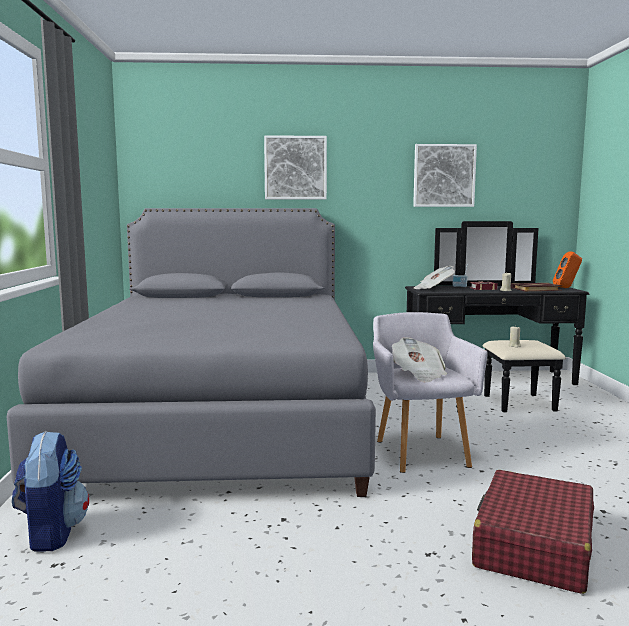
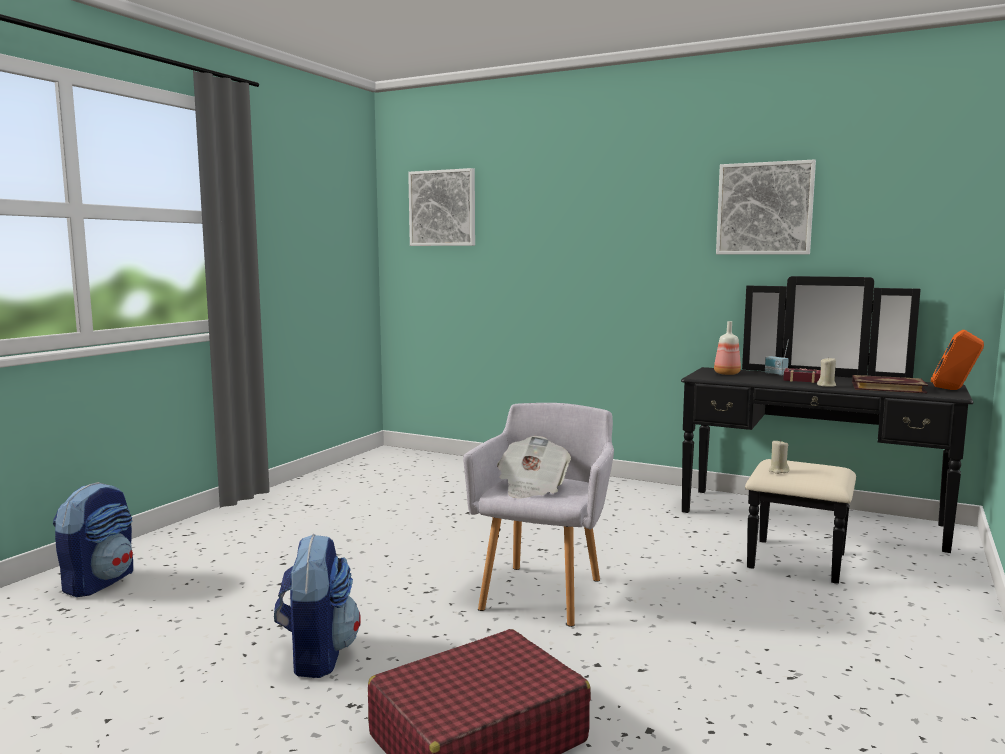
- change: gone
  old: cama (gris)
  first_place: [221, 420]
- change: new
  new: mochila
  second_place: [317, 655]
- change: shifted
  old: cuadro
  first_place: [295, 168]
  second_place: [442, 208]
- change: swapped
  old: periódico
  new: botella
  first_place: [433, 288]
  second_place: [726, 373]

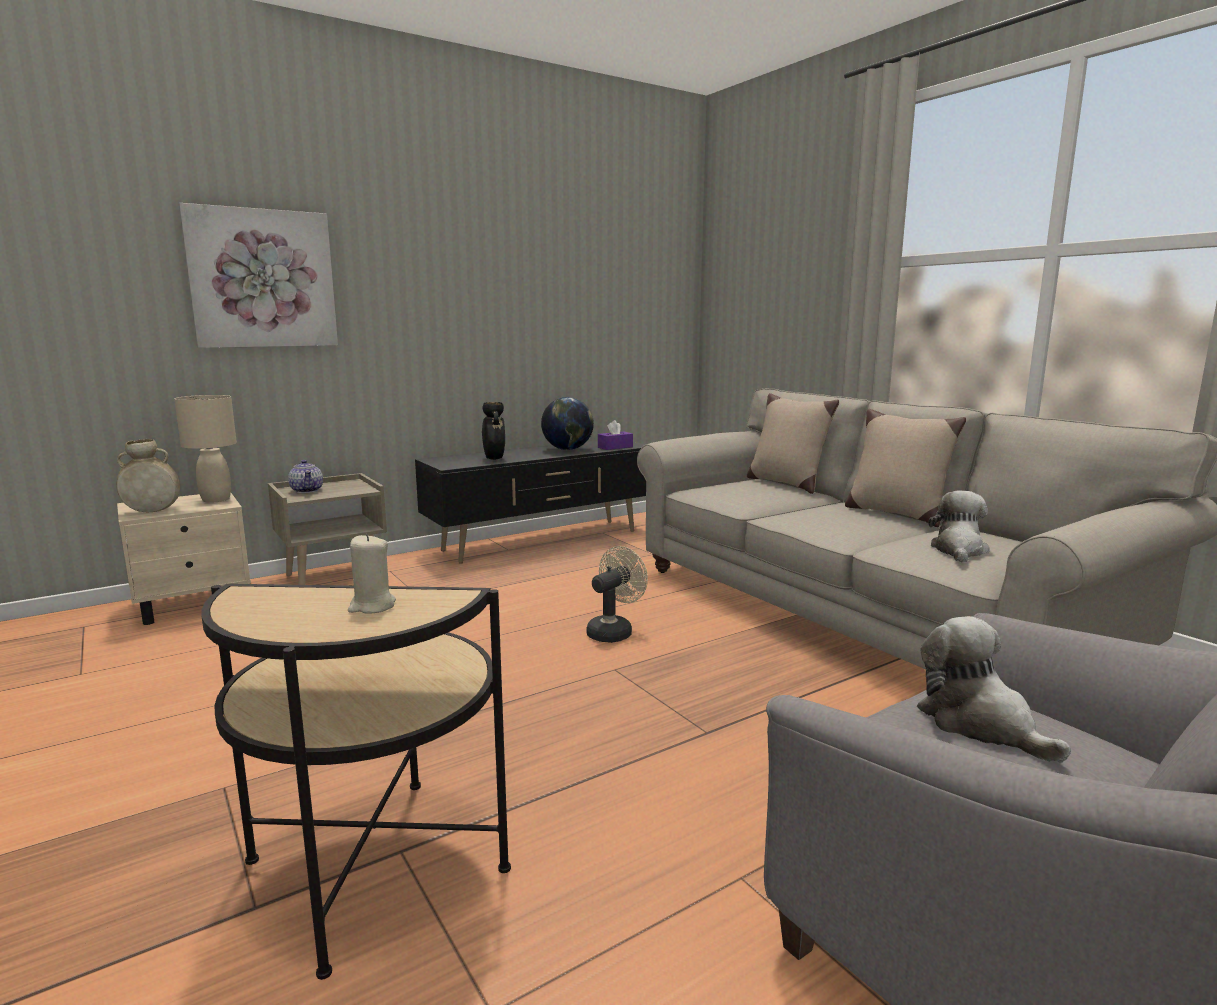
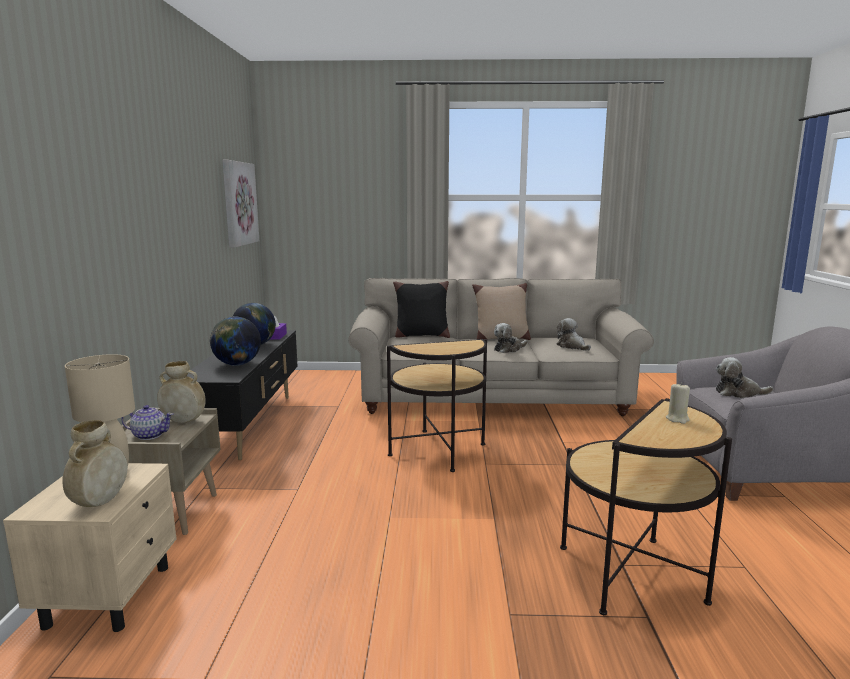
- change: new
  new: florero (beis)
  second_place: [184, 421]
- change: new
  new: peluche
  second_place: [508, 349]
- change: shifted
  old: cuadro
  first_place: [262, 279]
  second_place: [239, 203]
- change: swapped
  old: florero (negro)
  new: globo terráqueo
  first_place: [494, 459]
  second_place: [237, 364]
- change: swapped
  old: ventilador (beis)
  new: mesa auxiliar
  first_place: [614, 631]
  second_place: [437, 449]
- change: repainted
  old: cojín (beis)
  new: cojín (negro)
  first_place: [786, 483]
  second_place: [421, 335]

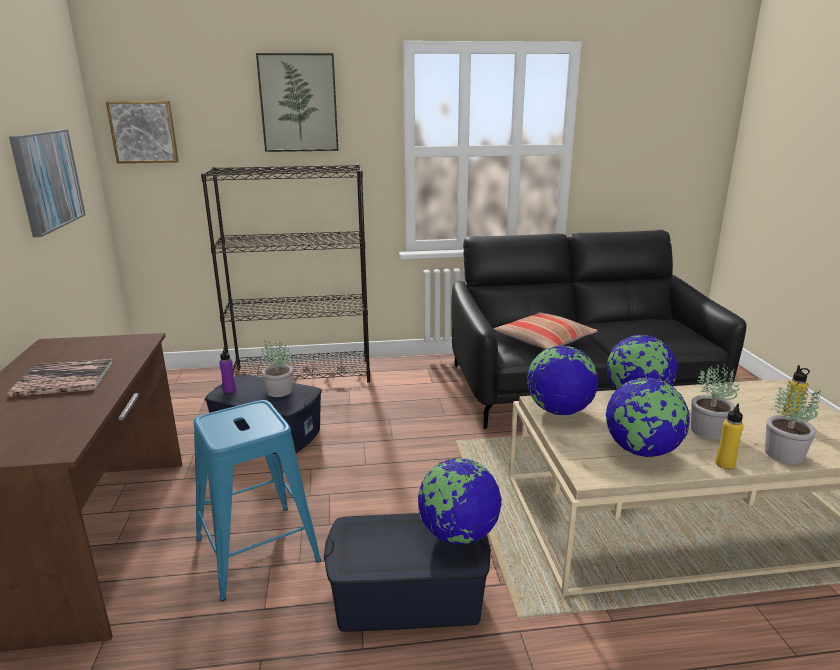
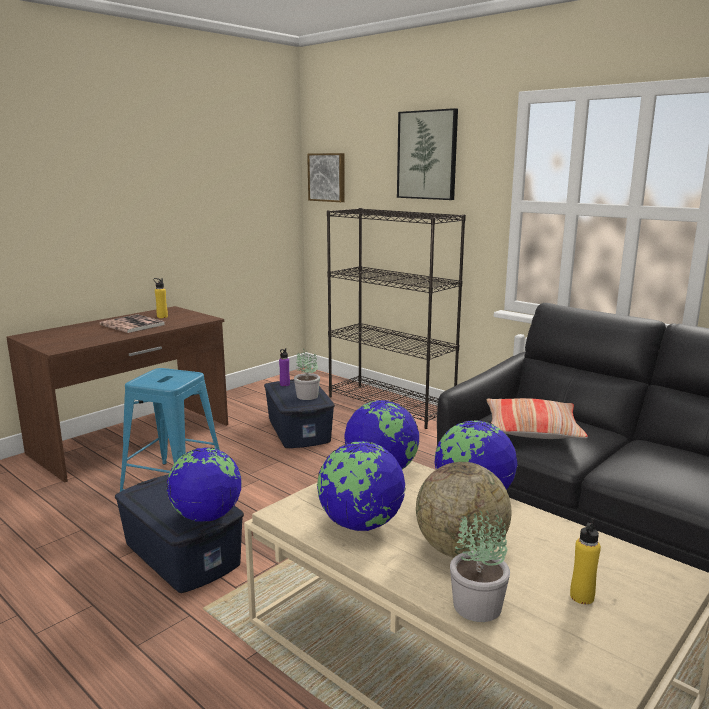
- change: gone
  old: cuadro
  first_place: [47, 180]
- change: shifted
  old: botella (amarillo)
  first_place: [725, 464]
  second_place: [162, 317]
- change: swapped
  old: planta en maceta
  new: globo terráqueo
  first_place: [709, 431]
  second_place: [461, 550]

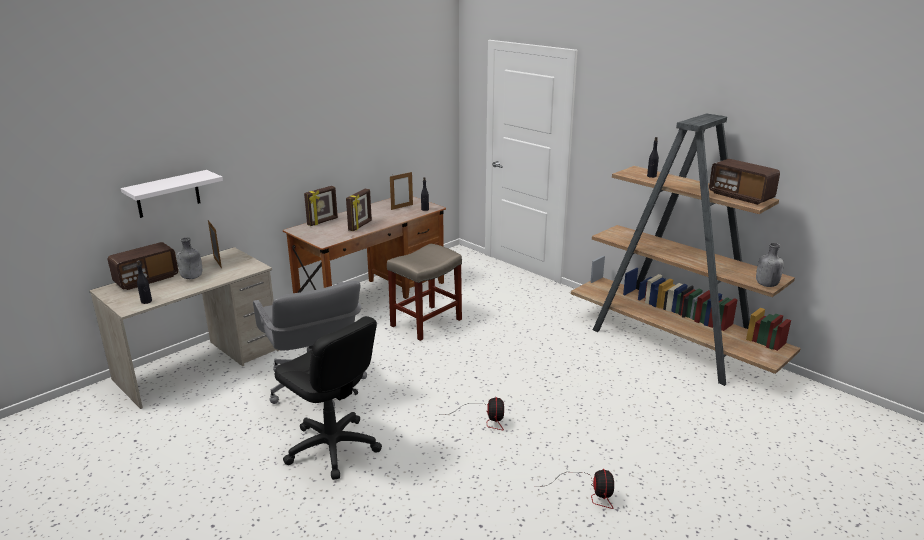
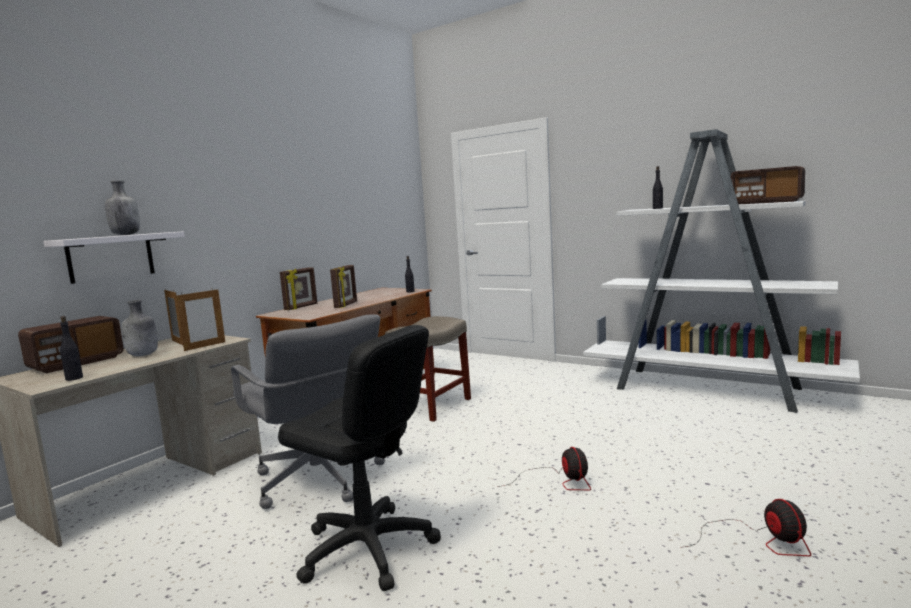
- change: shifted
  old: portarretratos
  first_place: [402, 207]
  second_place: [205, 346]
- change: shifted
  old: botella (gris)
  first_place: [766, 285]
  second_place: [125, 234]
- change: repainted
  old: estantería (marrón)
  new: estantería (blanco)
  first_place: [673, 345]
  second_place: [709, 389]

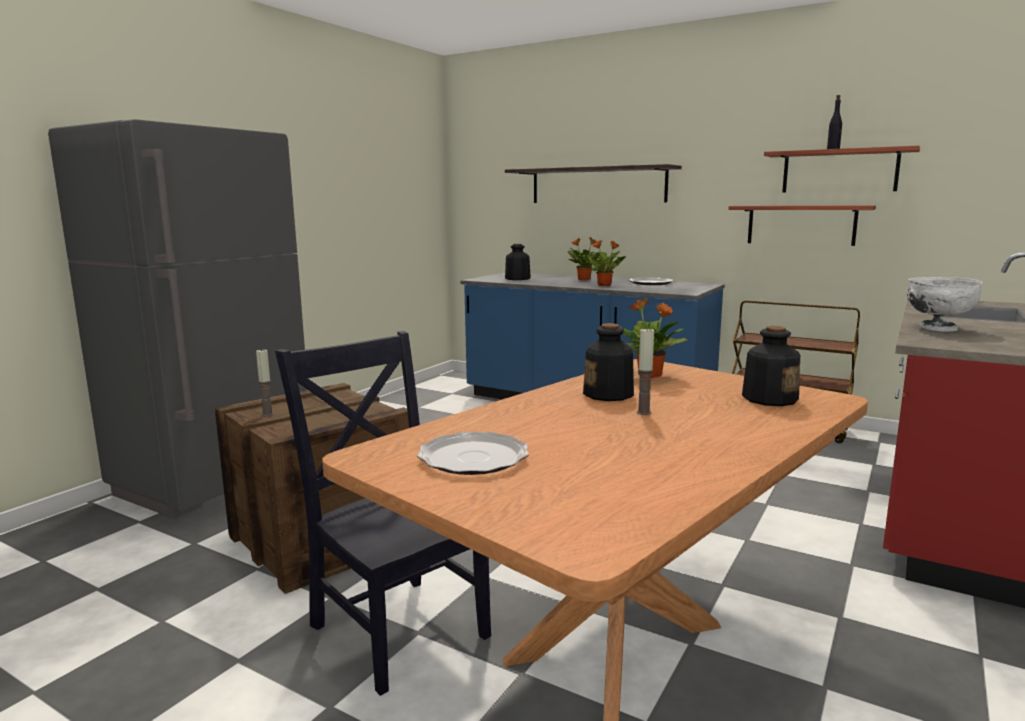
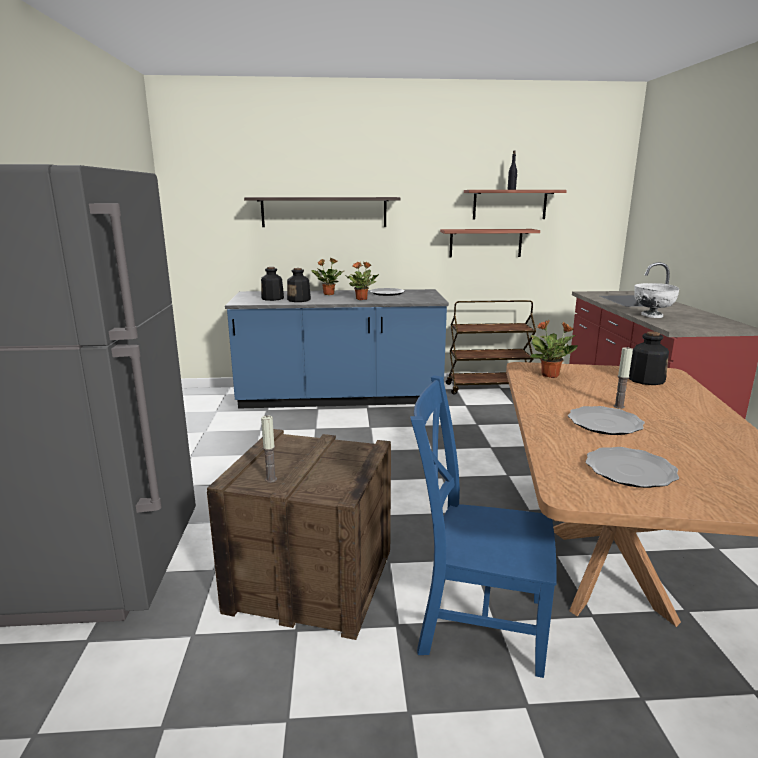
- change: new
  new: plato
  second_place: [604, 423]
- change: shifted
  old: botella
  first_place: [609, 394]
  second_place: [299, 300]
- change: repainted
  old: silla (negro)
  new: silla (azul)
  first_place: [396, 626]
  second_place: [476, 623]

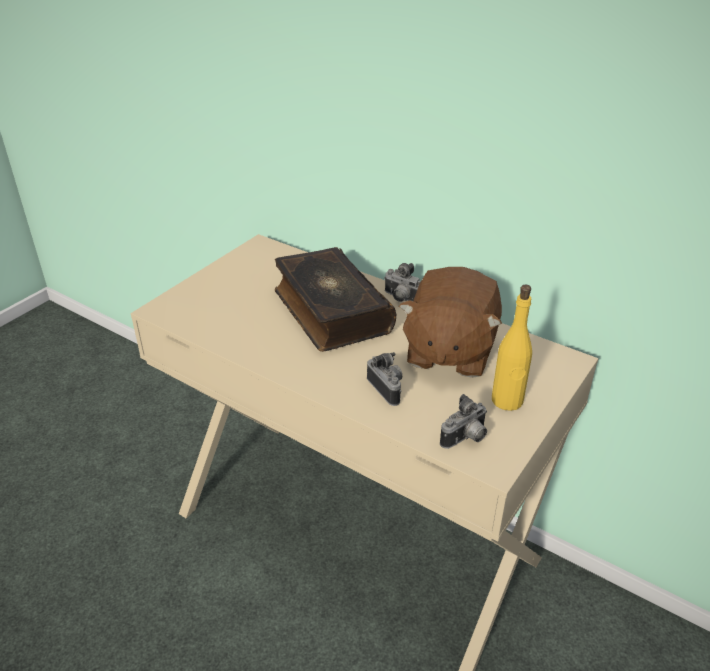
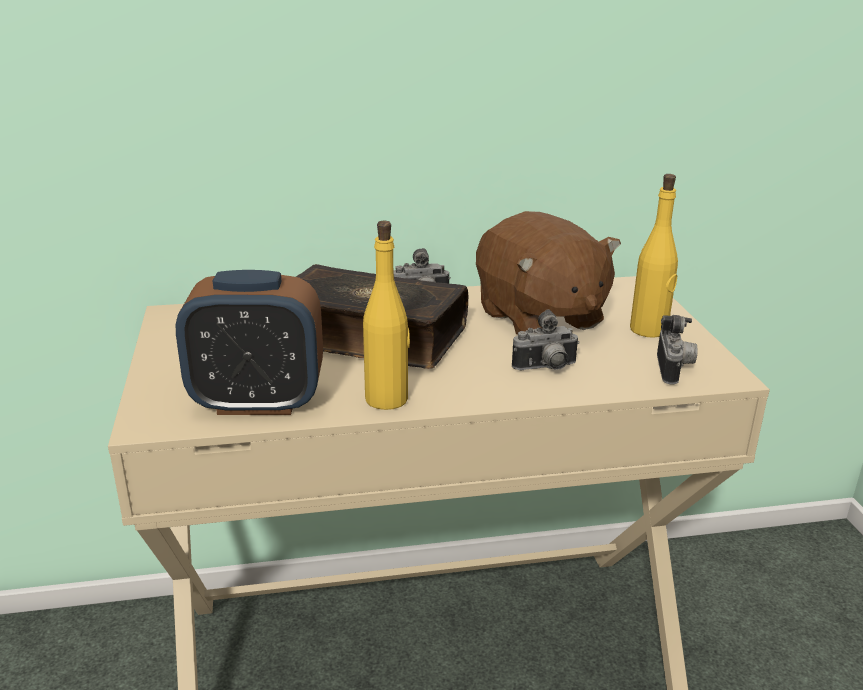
- change: new
  new: despertador
  second_place: [257, 402]
- change: new
  new: botella (amarillo)
  second_place: [387, 399]
- change: rotated
  old: cámara
  first_place: [387, 389]
  second_place: [546, 368]
  degrees: 150

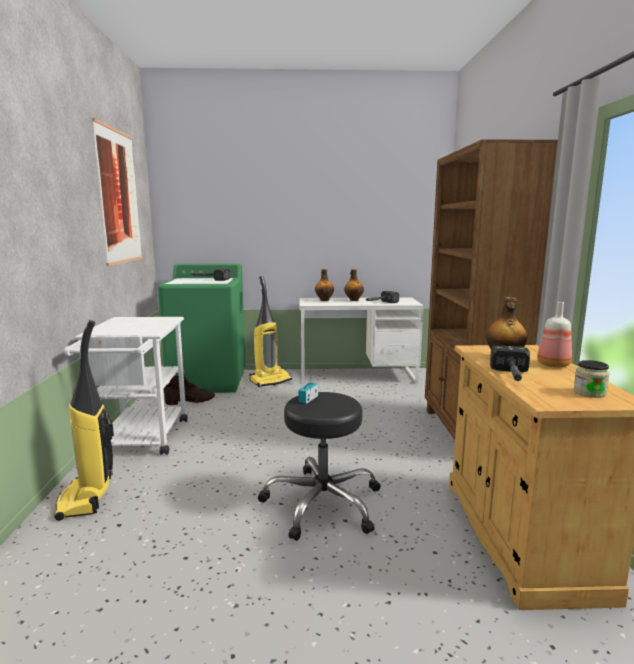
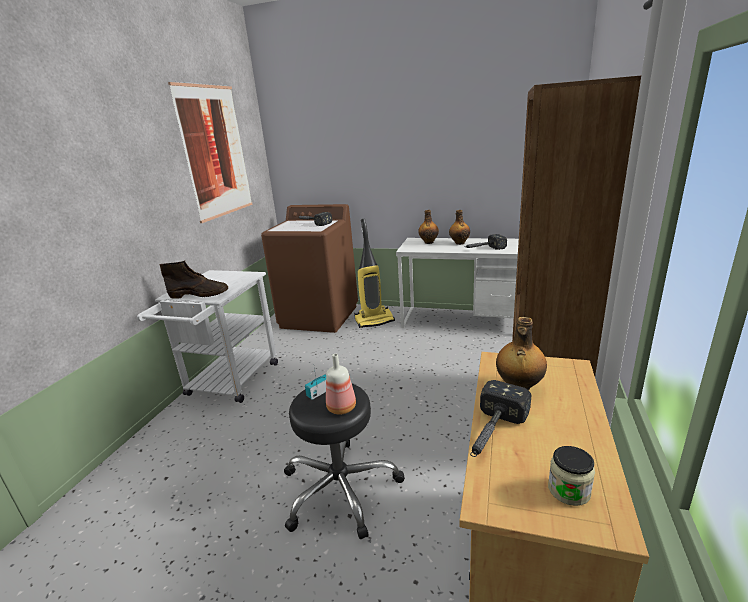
- change: gone
  old: aspiradora
  first_place: [86, 499]
- change: shifted
  old: bota (marrón)
  first_place: [190, 401]
  second_place: [199, 294]
- change: shifted
  old: botella
  first_place: [552, 364]
  second_place: [341, 407]
- change: repainted
  old: lavadora (verde)
  new: lavadora (marrón)
  first_place: [208, 381]
  second_place: [319, 317]

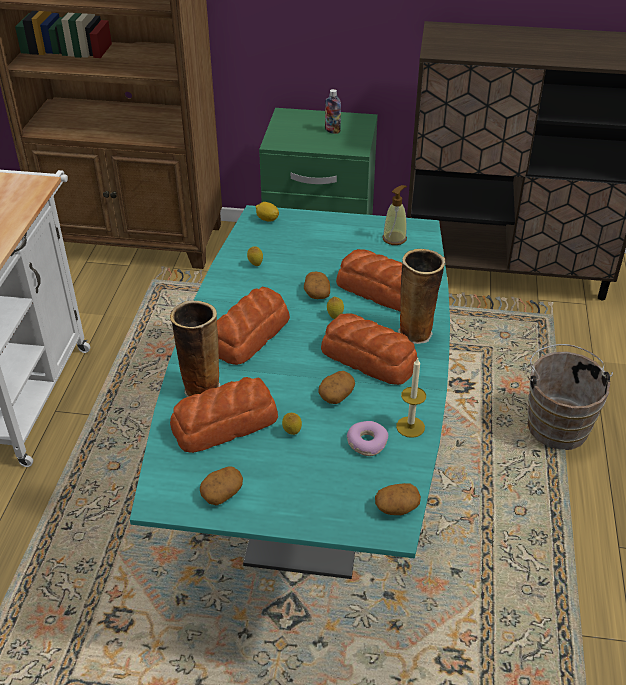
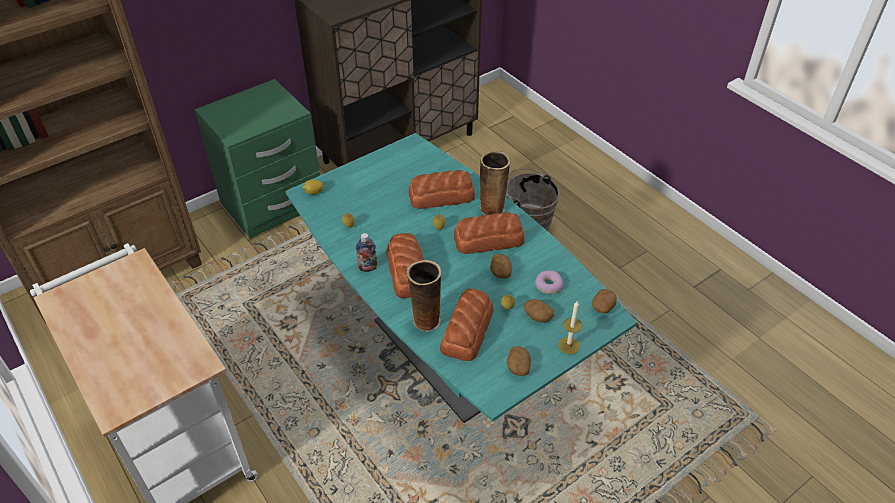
- change: gone
  old: dispensador de jabón
  first_place: [394, 238]
- change: shifted
  old: patata
  first_place: [316, 293]
  second_place: [537, 316]
- change: shifted
  old: botella
  first_place: [332, 131]
  second_place: [367, 268]
- change: shifted
  old: vela
  first_place: [410, 427]
  second_place: [569, 345]

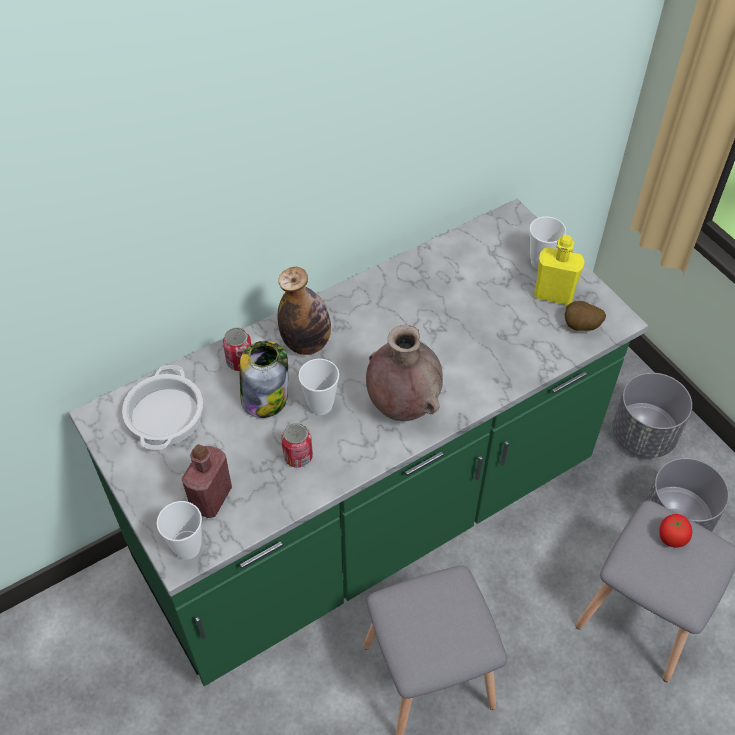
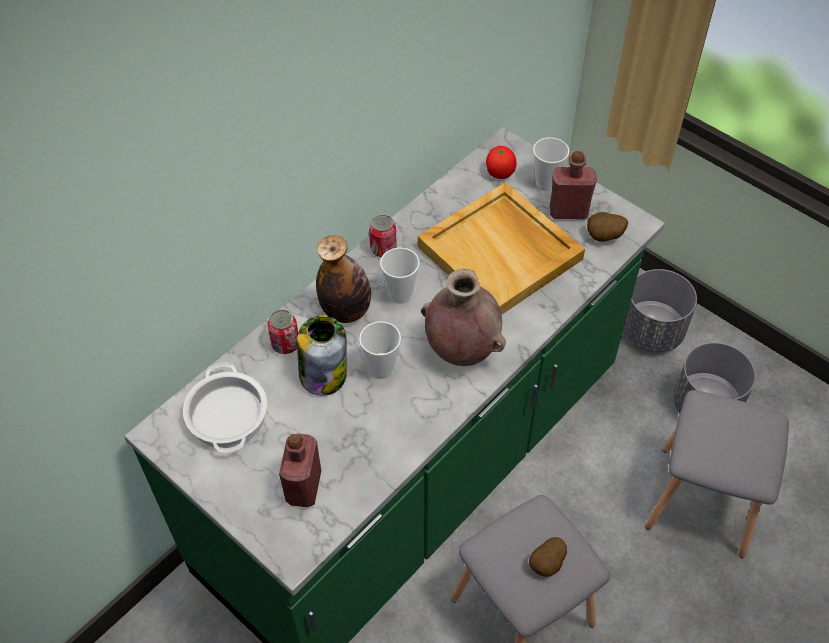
- change: new
  new: bandeja (beis)
  second_place: [501, 253]
- change: new
  new: patata
  second_place: [547, 564]
- change: shifted
  old: taza
  first_place: [187, 548]
  second_place: [400, 295]
- change: shifted
  old: lata
  first_place: [298, 456]
  second_place: [383, 249]
- change: shifted
  old: tomate
  first_place: [671, 537]
  second_place: [499, 173]
- change: repainted
  old: botella (amarillo)
  new: botella (rojo)
  first_place: [553, 294]
  second_place: [568, 212]

